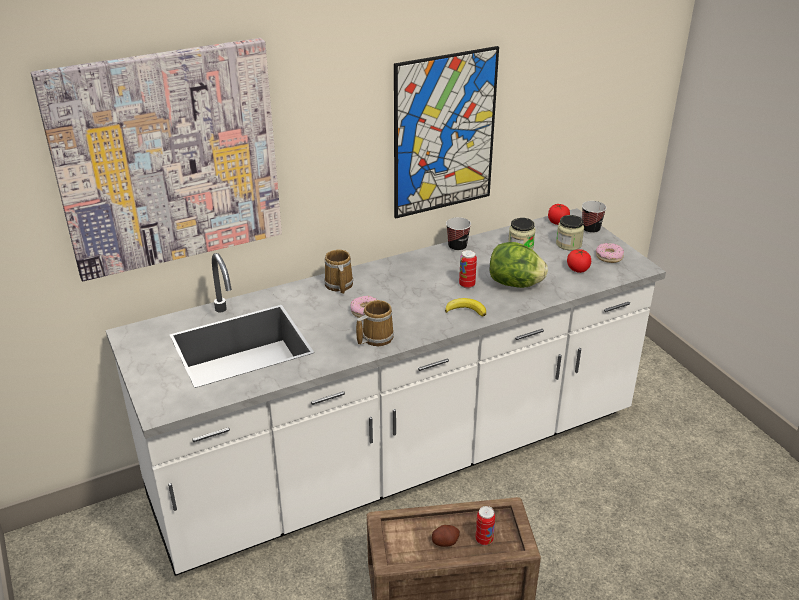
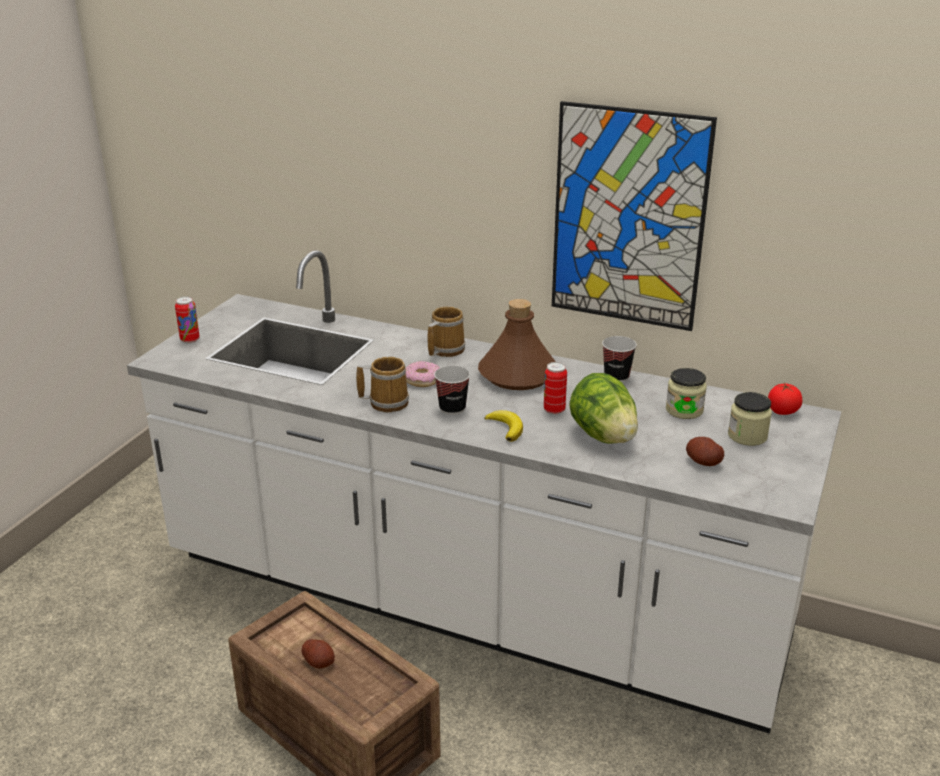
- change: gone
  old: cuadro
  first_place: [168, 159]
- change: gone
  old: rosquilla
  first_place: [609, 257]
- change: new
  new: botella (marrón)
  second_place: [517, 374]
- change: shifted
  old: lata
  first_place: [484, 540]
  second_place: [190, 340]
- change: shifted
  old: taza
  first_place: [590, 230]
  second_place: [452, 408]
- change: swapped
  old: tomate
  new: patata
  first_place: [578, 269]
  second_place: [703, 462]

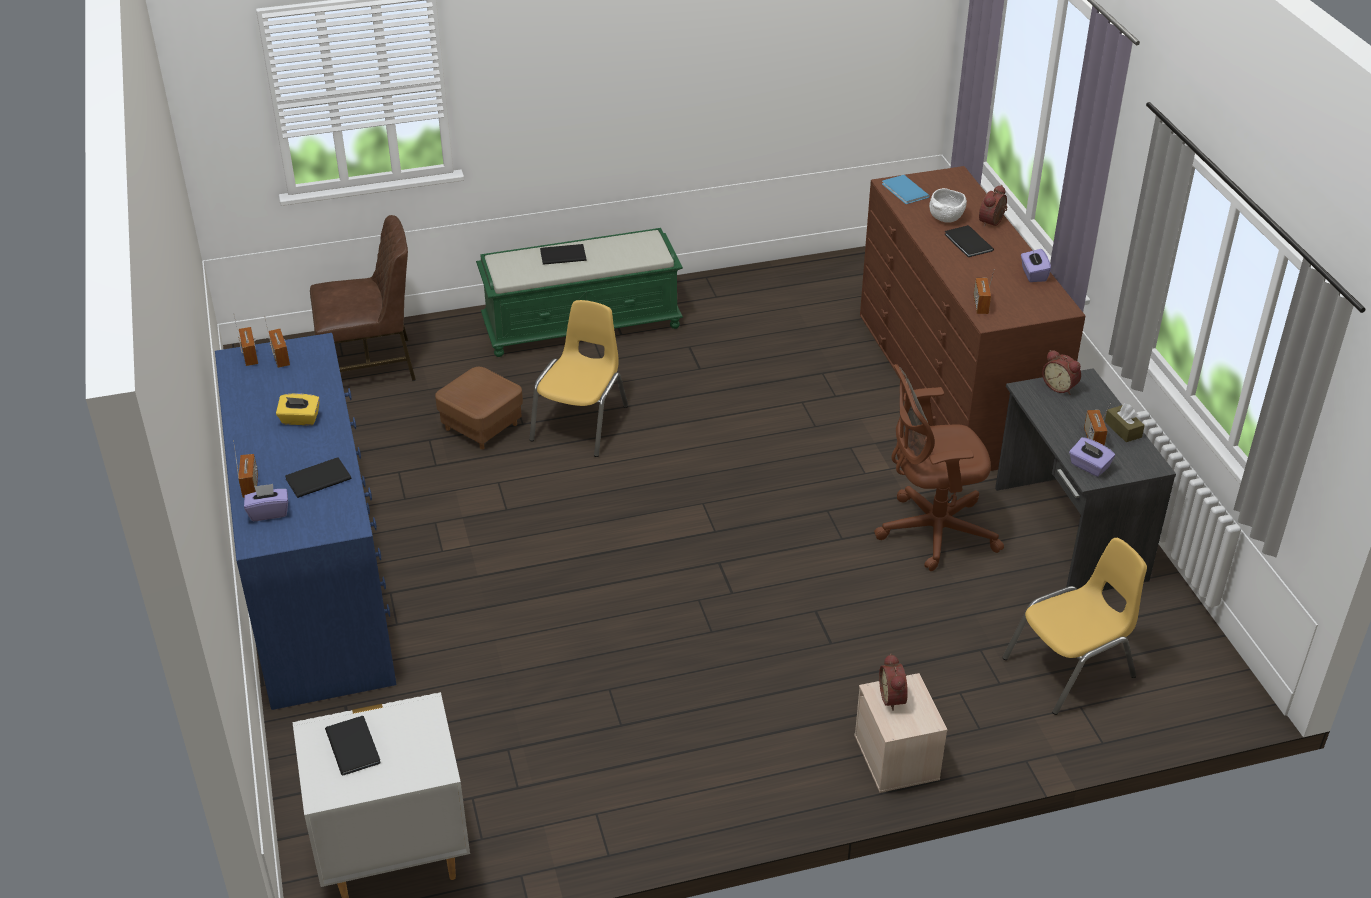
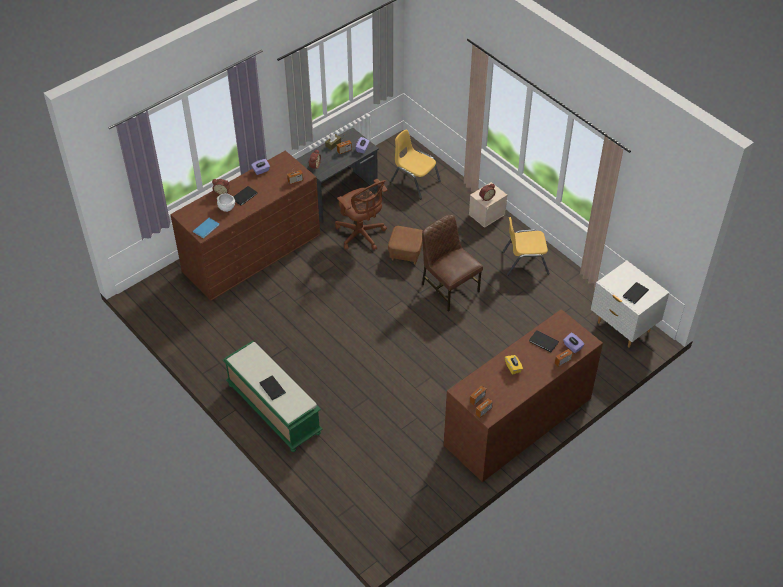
- change: shifted
  old: silla (marrón)
  first_place: [371, 365]
  second_place: [449, 287]
- change: shifted
  old: puf (marrón)
  first_place: [482, 426]
  second_place: [406, 253]
- change: shifted
  old: silla (amarillo)
  first_place: [581, 423]
  second_place: [525, 262]
- change: repainted
  old: cómoda (azul)
  new: cómoda (marrón)
  first_place: [317, 583]
  second_place: [518, 421]

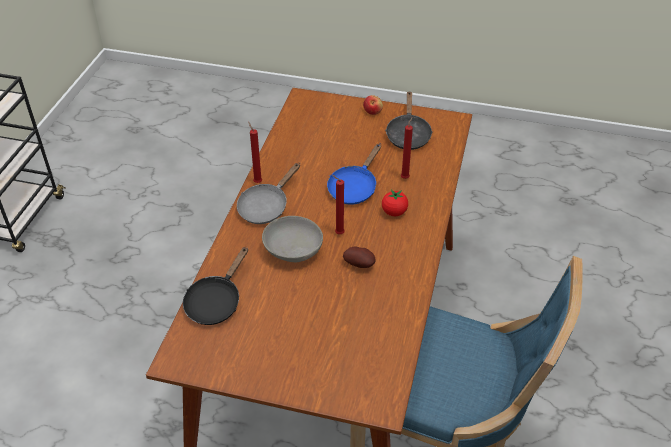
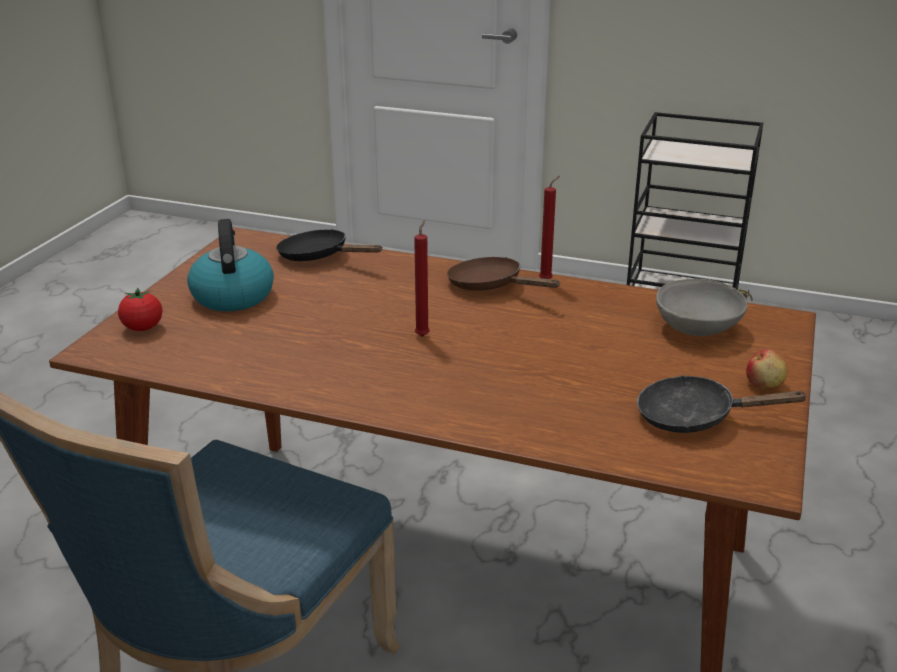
- change: gone
  old: sartén (azul)
  first_place: [354, 187]
- change: gone
  old: patata
  first_place: [360, 264]
- change: gone
  old: vela (rojo)
  first_place: [405, 177]
- change: new
  new: hervidor
  second_place: [232, 295]
- change: shifted
  old: cuenco (gris)
  first_place: [293, 250]
  second_place: [698, 328]
- change: shifted
  old: tomate
  first_place: [394, 212]
  second_place: [143, 328]
- change: repainted
  old: sartén (gris)
  new: sartén (marrón)
  first_place: [266, 206]
  second_place: [491, 286]

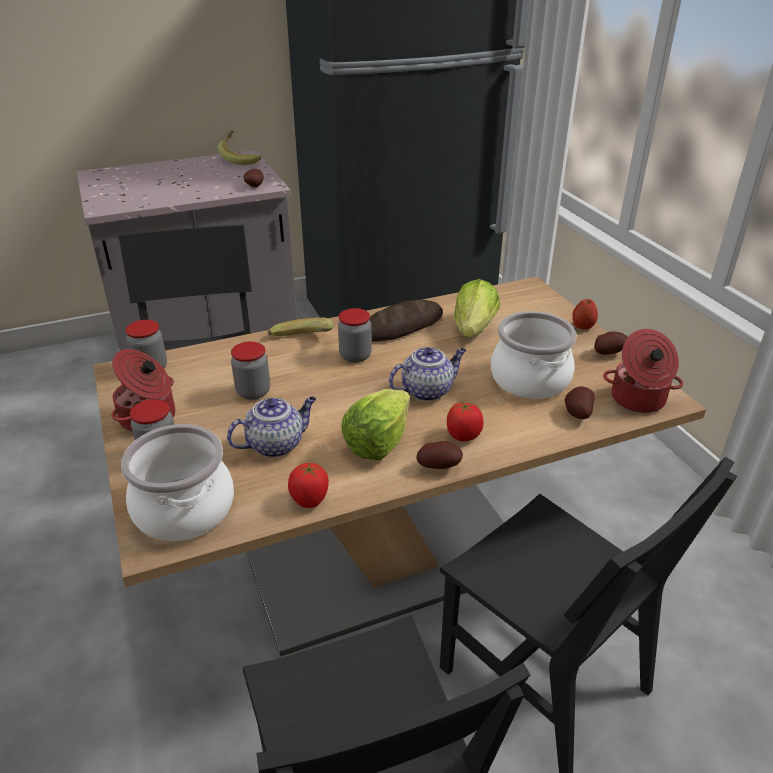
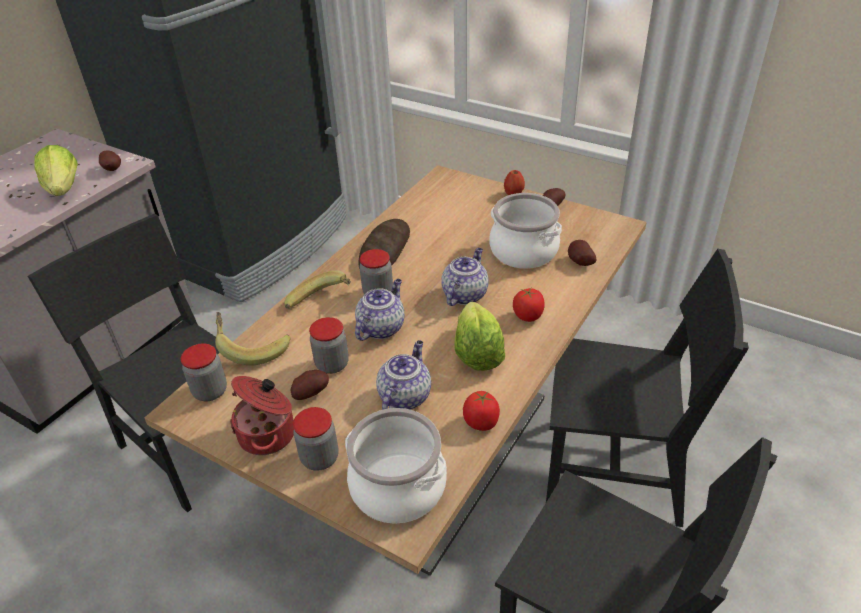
- change: gone
  old: olla
  first_place: [638, 400]
- change: new
  new: tetera
  second_place: [381, 327]
- change: shifted
  old: plátano
  first_place: [241, 159]
  second_place: [252, 348]
- change: shifted
  old: patata
  first_place: [439, 466]
  second_place: [310, 393]
- change: shifted
  old: lechuga
  first_place: [474, 329]
  second_place: [63, 189]

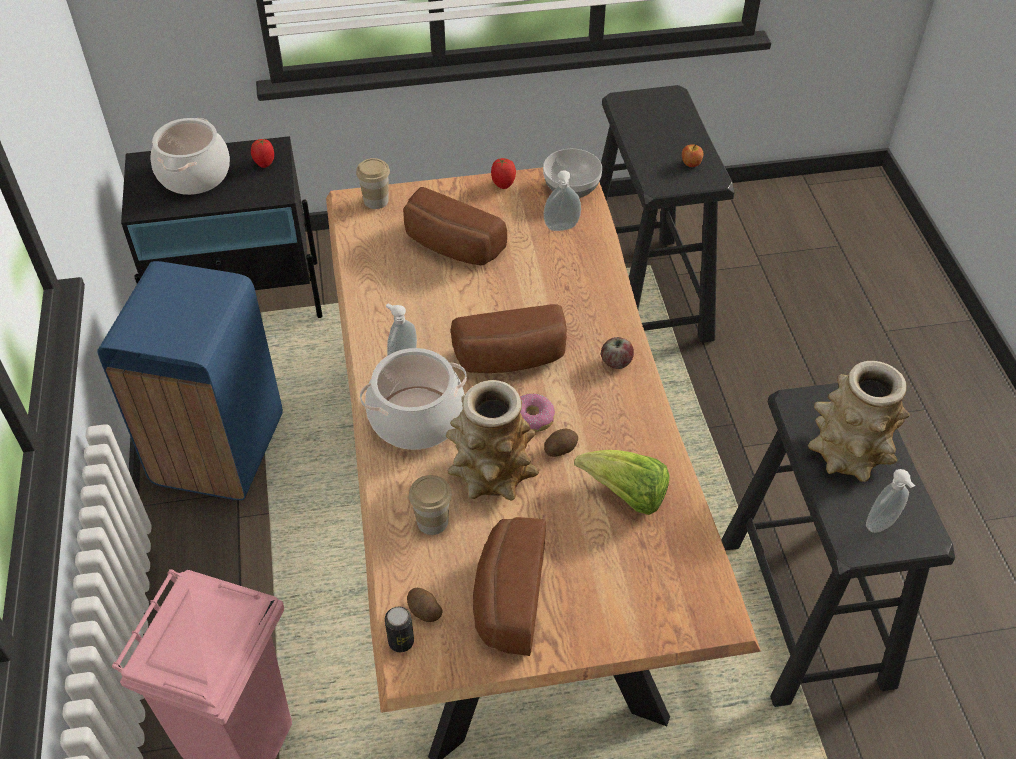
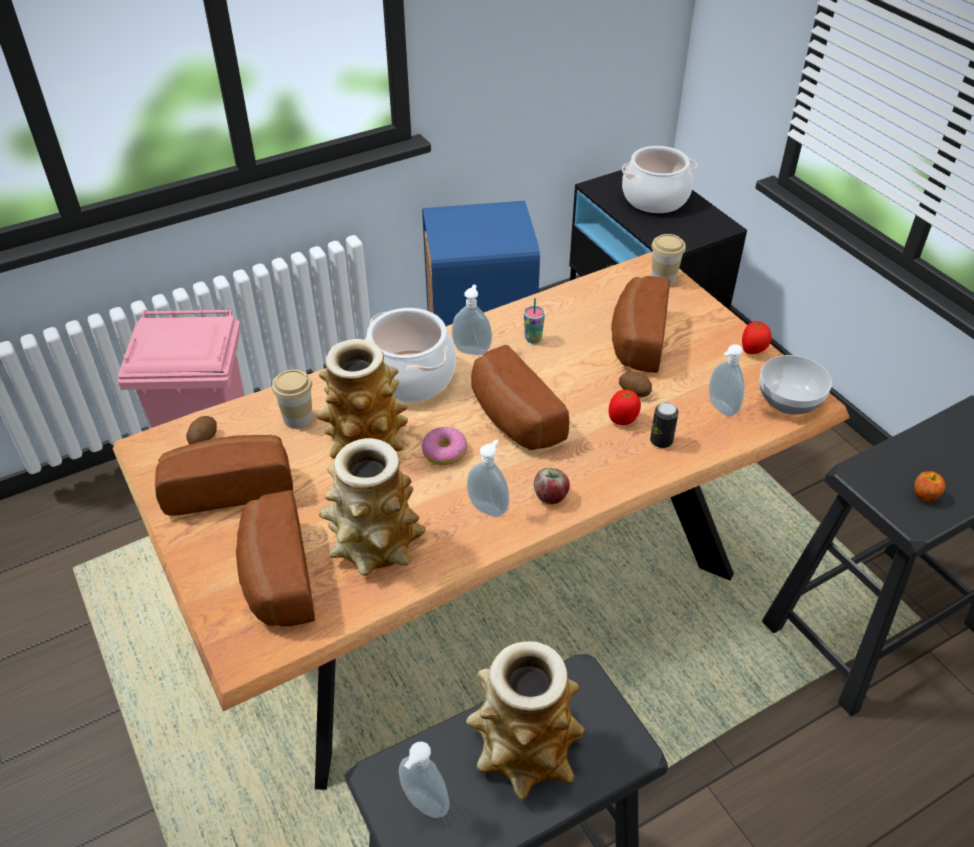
- change: new
  new: pan
  second_place: [275, 578]
- change: new
  new: dispensador de jabón
  second_place: [489, 507]
- change: new
  new: taza
  second_place: [533, 339]
- change: shifted
  old: tomate
  first_place: [264, 163]
  second_place: [623, 420]
- change: shifted
  old: lata
  first_place: [401, 641]
  second_place: [661, 441]
- change: shifted
  old: patata
  first_place: [560, 448]
  second_place: [635, 391]
- change: swapped
  old: lechuga
  new: florero
  first_place: [626, 495]
  second_place: [374, 544]

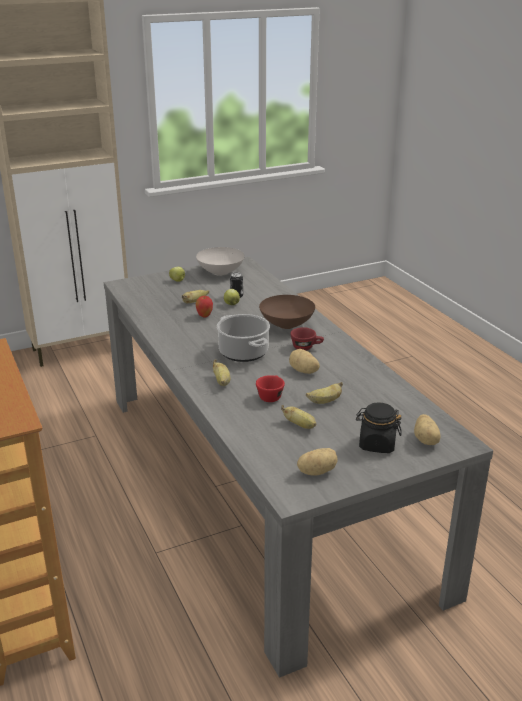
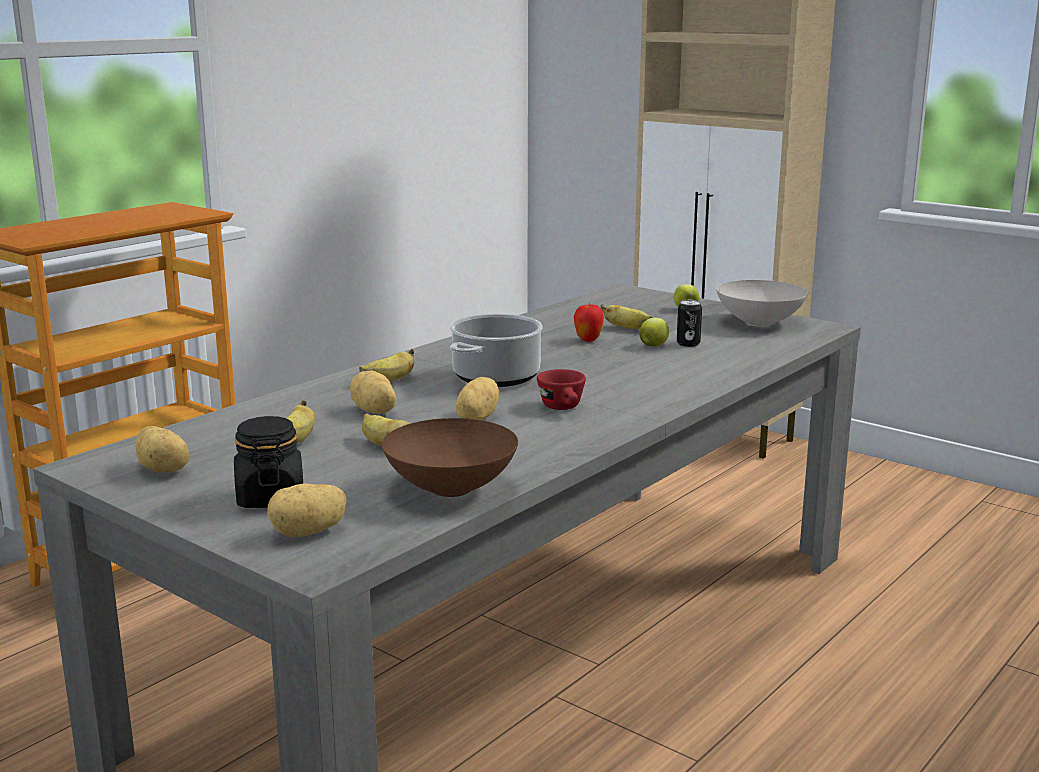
- change: shifted
  old: cuenco (marrón)
  first_place: [286, 324]
  second_place: [453, 488]
- change: swapped
  old: taza (rojo)
  new: patata
  first_place: [270, 396]
  second_place: [373, 411]

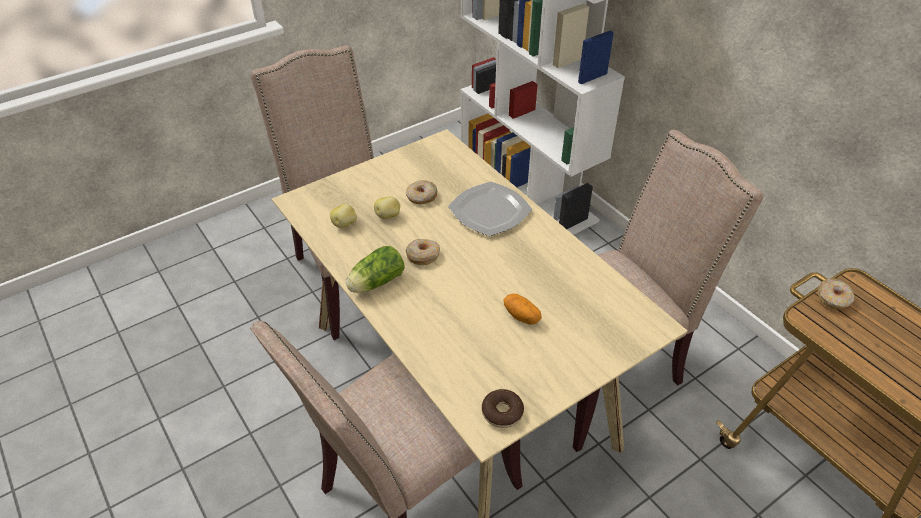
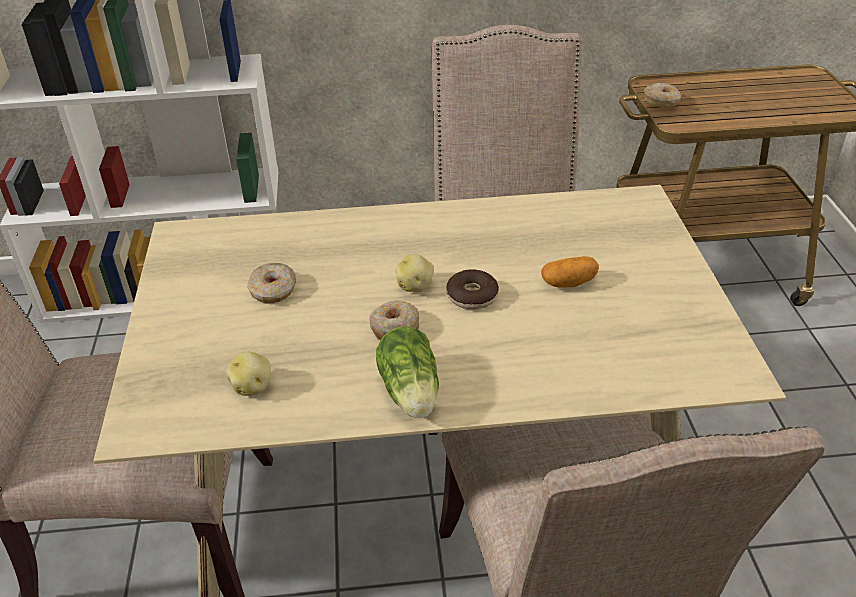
- change: gone
  old: plato
  first_place: [490, 211]
- change: shifted
  old: patata
  first_place: [388, 215]
  second_place: [415, 286]
- change: shifted
  old: rosquilla
  first_place: [502, 412]
  second_place: [472, 296]

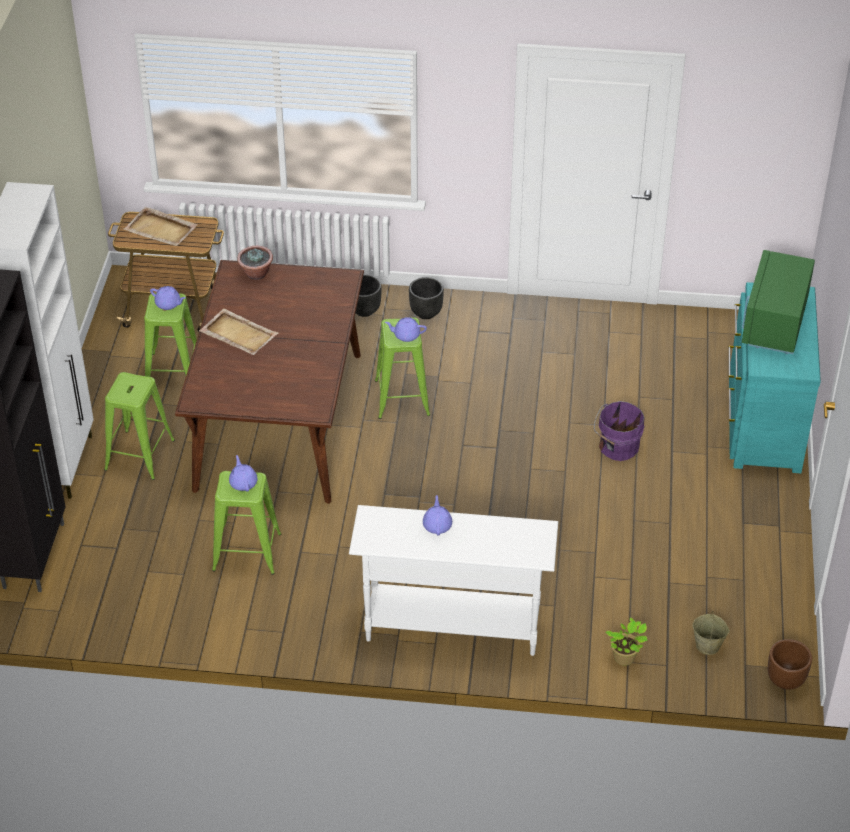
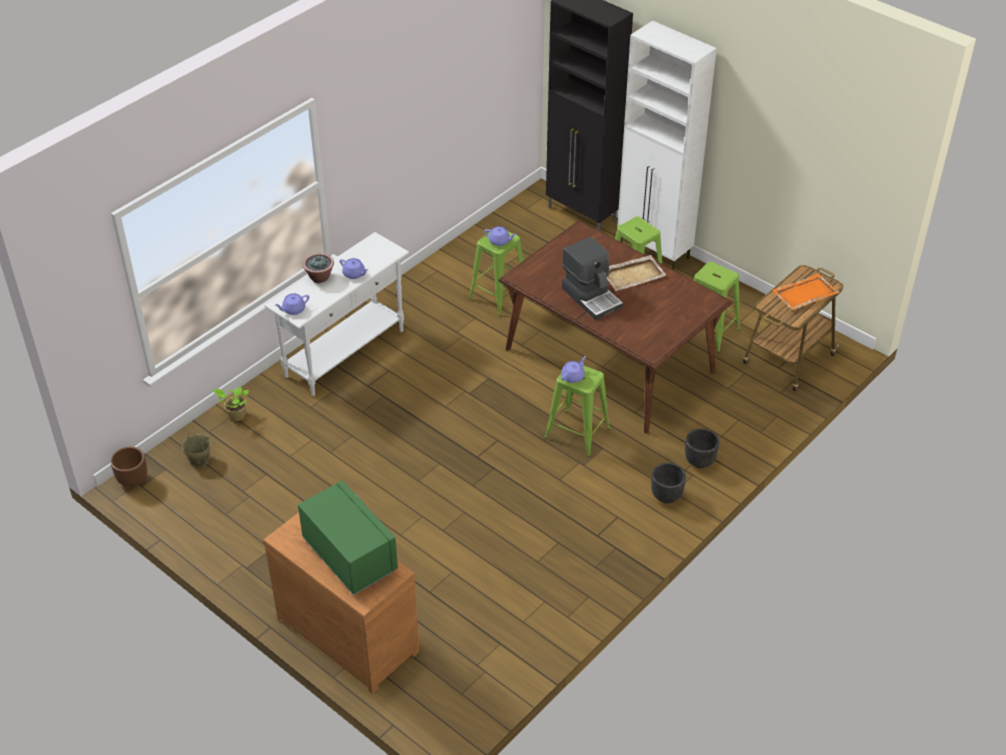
- change: gone
  old: cubo (morado)
  first_place: [617, 447]
- change: new
  new: cafetera
  second_place: [592, 297]
- change: shifted
  old: tetera (morado)
  first_place: [168, 304]
  second_place: [293, 309]
- change: shifted
  old: planta en maceta
  first_place: [256, 274]
  second_place: [319, 277]
- change: repainted
  old: bandeja (beis)
  new: bandeja (naranja)
  first_place: [161, 229]
  second_place: [804, 294]
- change: repainted
  old: cómoda (turquesa)
  new: cómoda (marrón)
  first_place: [761, 423]
  second_place: [349, 632]

